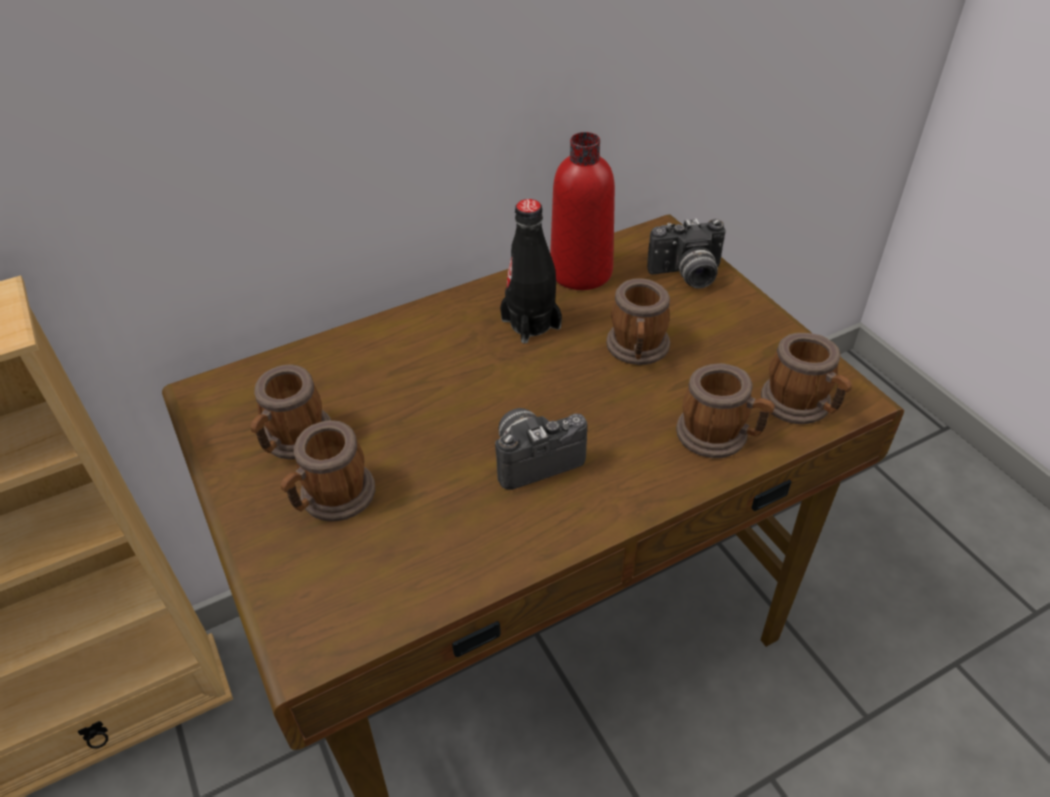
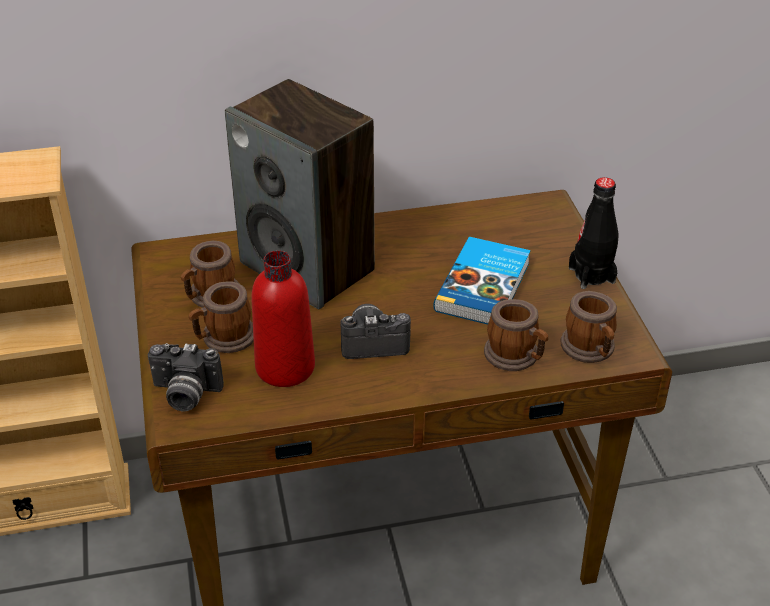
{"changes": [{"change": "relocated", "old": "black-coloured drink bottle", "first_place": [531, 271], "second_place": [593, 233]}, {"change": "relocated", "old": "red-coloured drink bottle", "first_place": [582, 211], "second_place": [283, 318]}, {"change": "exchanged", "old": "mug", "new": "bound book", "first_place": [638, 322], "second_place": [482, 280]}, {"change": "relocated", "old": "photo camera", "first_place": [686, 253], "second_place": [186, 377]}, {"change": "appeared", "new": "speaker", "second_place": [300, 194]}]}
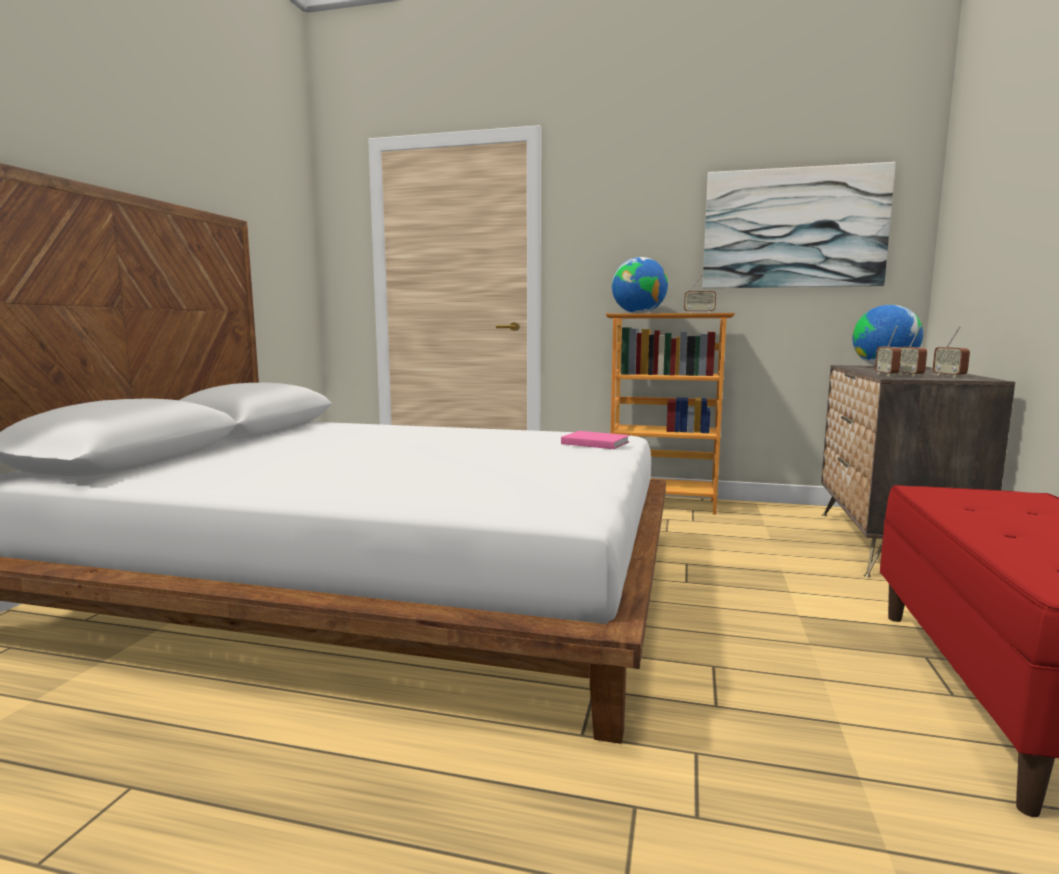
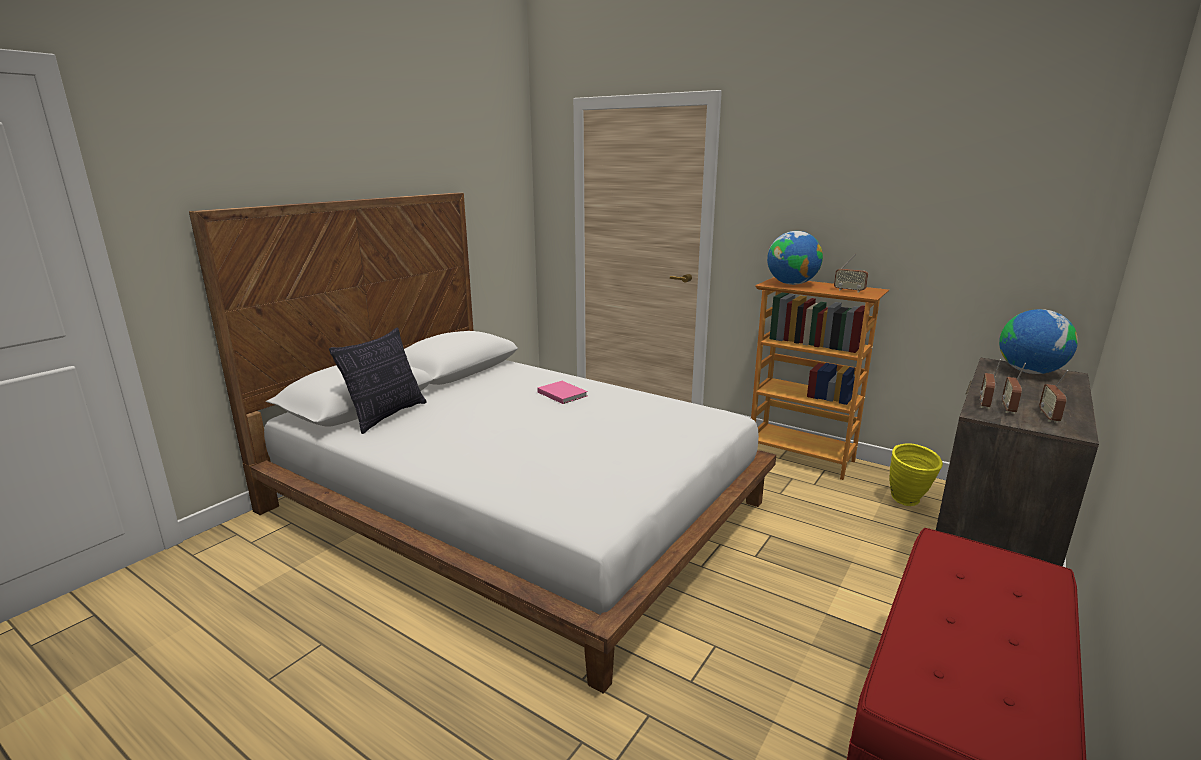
{"changes": [{"change": "relocated", "old": "pinkish bound book", "first_place": [595, 440], "second_place": [562, 392]}, {"change": "missing", "old": "wall art", "first_place": [799, 225]}, {"change": "appeared", "new": "throw pillow", "second_place": [377, 381]}, {"change": "appeared", "new": "yellow-coloured decorative vase", "second_place": [916, 475]}]}
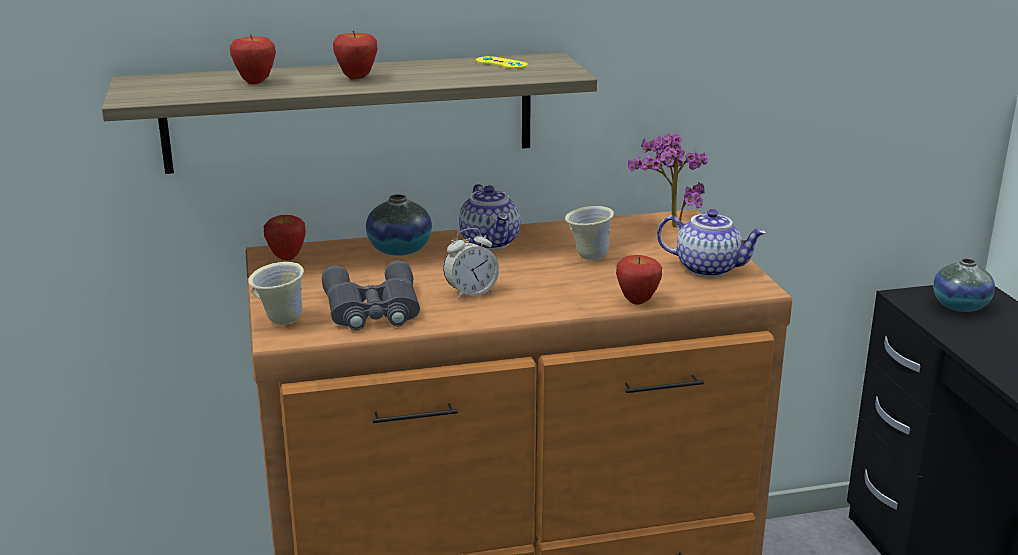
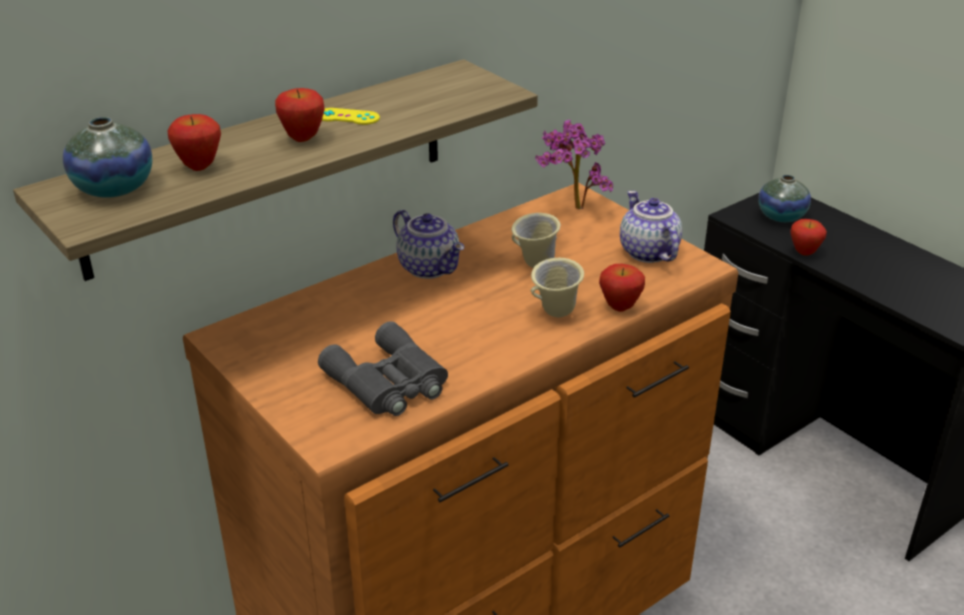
{"changes": [{"change": "relocated", "old": "beige mug", "first_place": [276, 293], "second_place": [557, 287]}, {"change": "relocated", "old": "apple fruit", "first_place": [285, 237], "second_place": [808, 237]}, {"change": "relocated", "old": "decorative vase", "first_place": [399, 225], "second_place": [108, 157]}, {"change": "missing", "old": "alarm clock", "first_place": [471, 263]}, {"change": "relocated", "old": "yellow-coloured game controller", "first_place": [502, 62], "second_place": [351, 116]}, {"change": "spun", "old": "pot for tea", "first_place": [711, 243], "second_place": [651, 227], "degrees": -105}]}
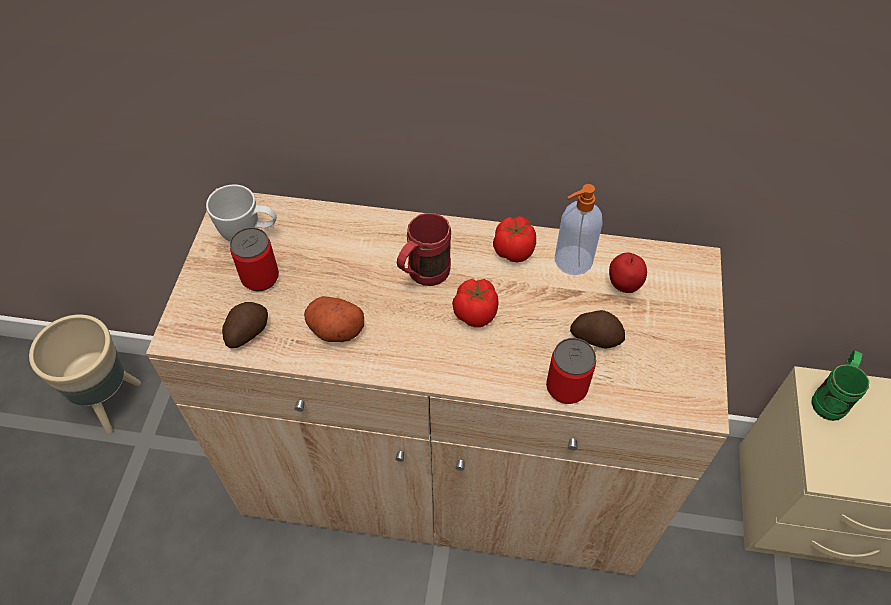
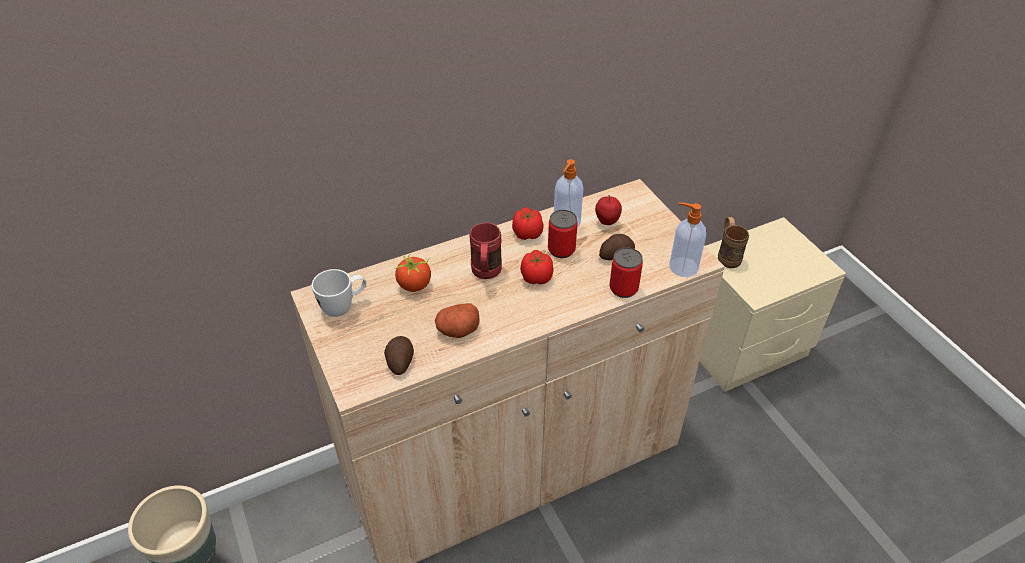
{"changes": [{"change": "relocated", "old": "sealed can", "first_place": [254, 259], "second_place": [563, 234]}, {"change": "colour", "old": "green mug", "new": "brown mug", "first_place": [840, 385], "second_place": [733, 242]}, {"change": "appeared", "new": "whole tomato", "second_place": [413, 273]}, {"change": "appeared", "new": "soap bottle", "second_place": [687, 239]}]}
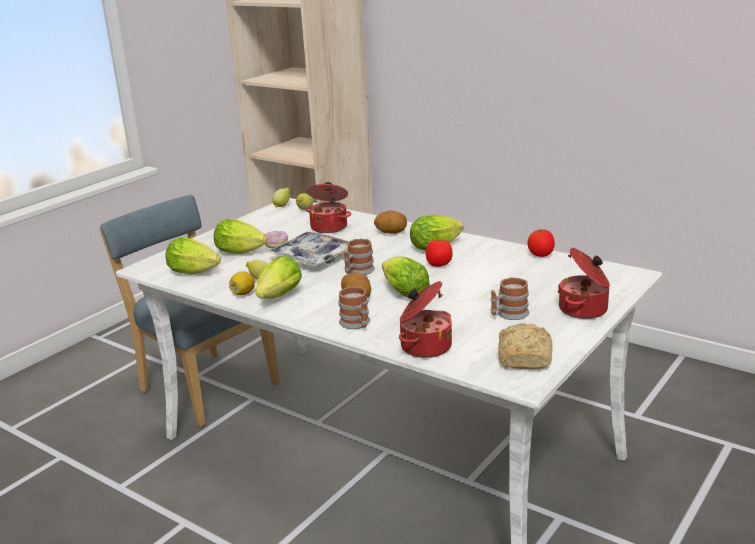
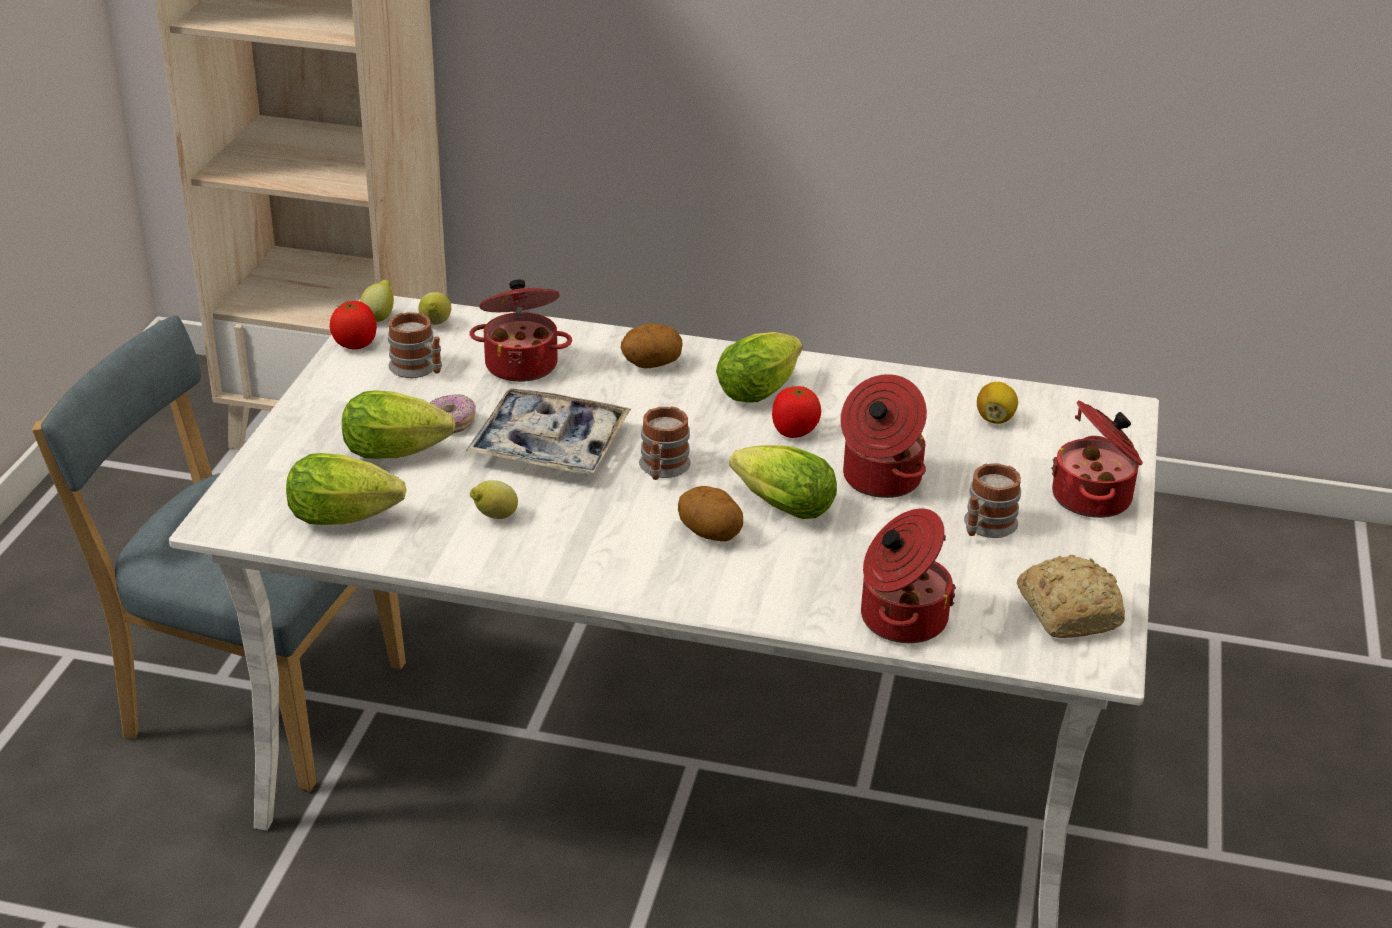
{"changes": [{"change": "relocated", "old": "lemon", "first_place": [242, 283], "second_place": [997, 403]}, {"change": "missing", "old": "head of lettuce", "first_place": [279, 277]}, {"change": "relocated", "old": "mug", "first_place": [354, 307], "second_place": [415, 345]}, {"change": "relocated", "old": "whole tomato", "first_place": [541, 243], "second_place": [353, 324]}, {"change": "appeared", "new": "cooking pot", "second_place": [883, 436]}]}
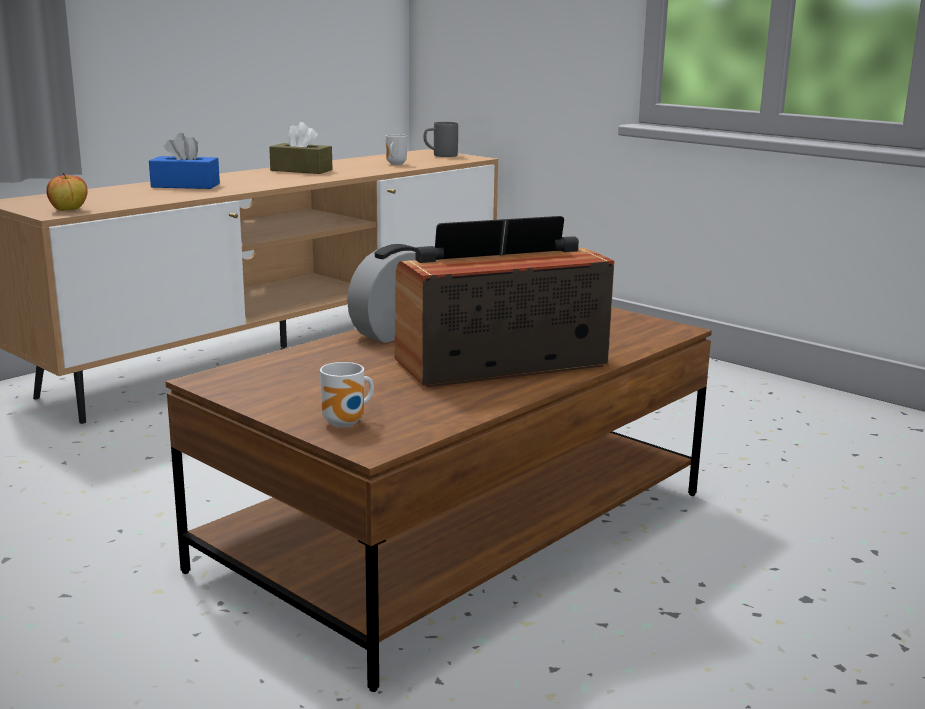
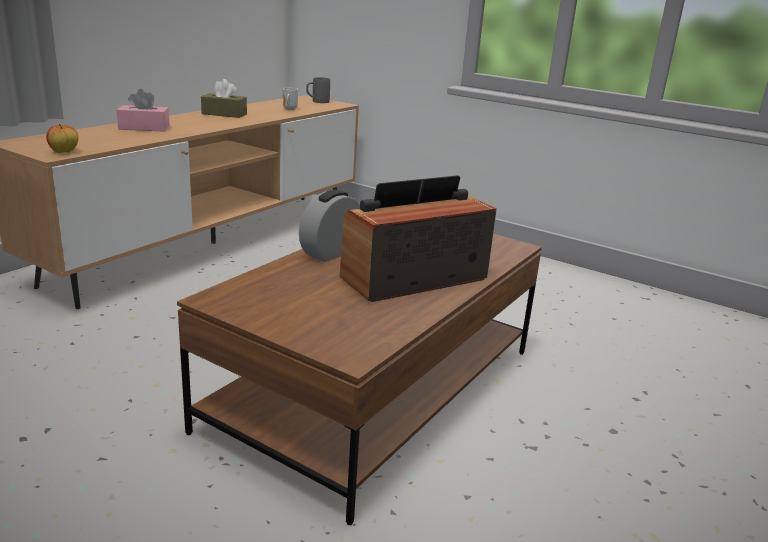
{"changes": [{"change": "colour", "old": "bluish tissue holder", "new": "pinkish tissue holder", "first_place": [184, 161], "second_place": [143, 110]}, {"change": "missing", "old": "mug", "first_place": [347, 395]}]}
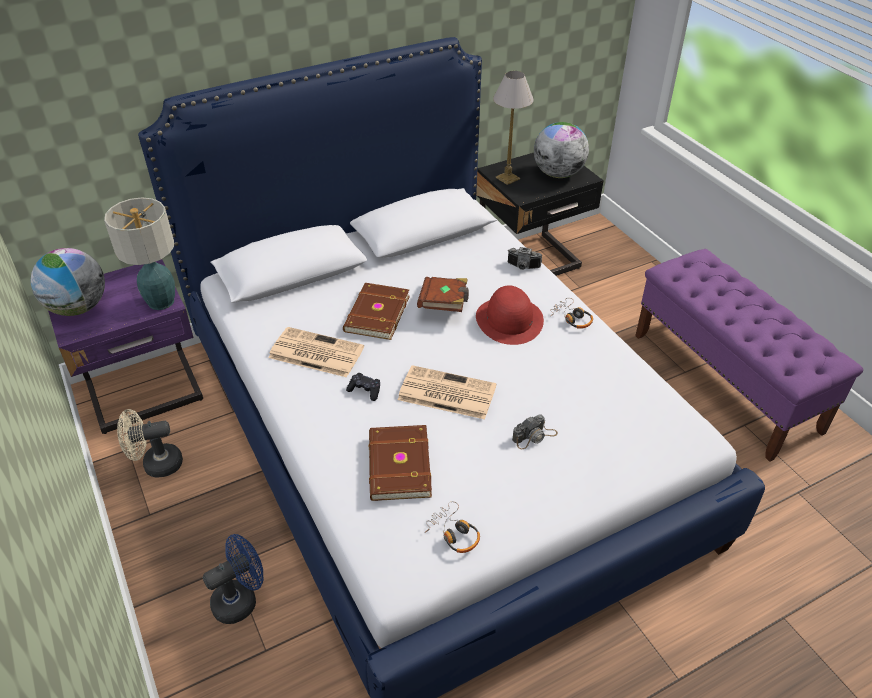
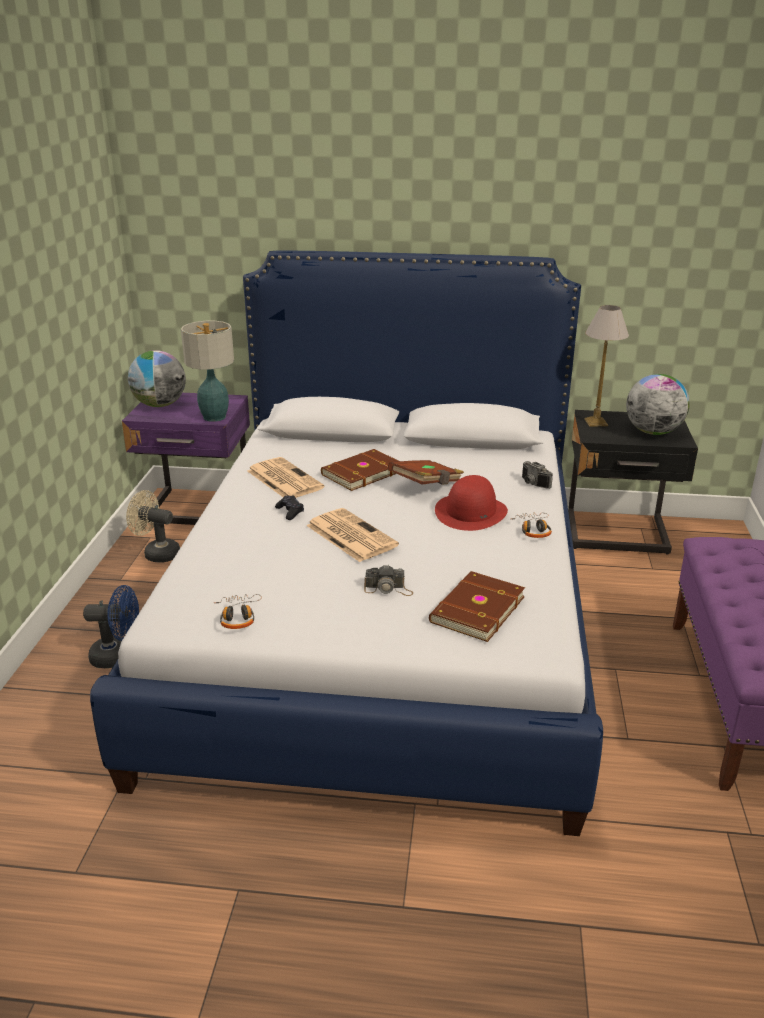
{"changes": [{"change": "relocated", "old": "brown bound book", "first_place": [400, 463], "second_place": [477, 606]}]}
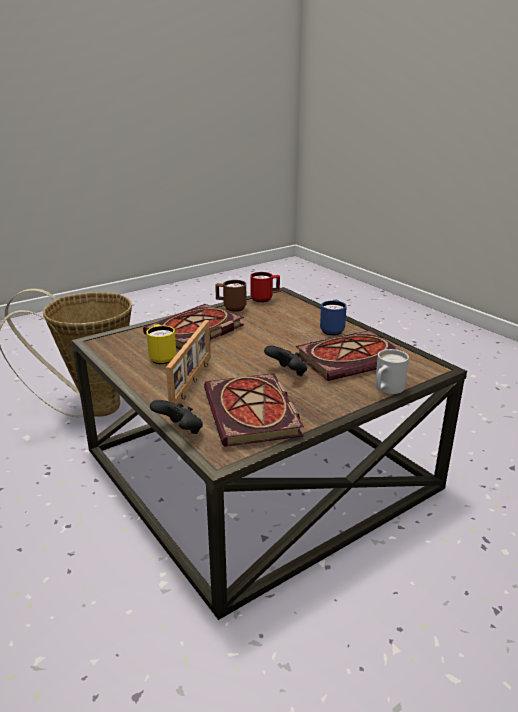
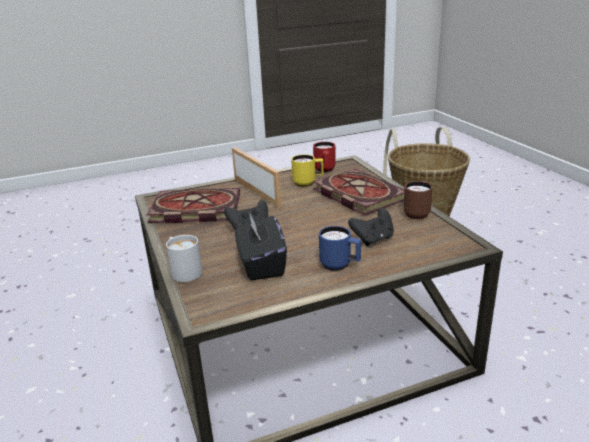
{"changes": [{"change": "relocated", "old": "black-coloured game controller", "first_place": [176, 417], "second_place": [371, 227]}, {"change": "spun", "old": "photo frame", "first_place": [188, 362], "second_place": [256, 177], "degrees": -150}, {"change": "relocated", "old": "red-coloured mug", "first_place": [265, 287], "second_place": [324, 157]}, {"change": "exchanged", "old": "bound book", "new": "black-coloured tissue holder", "first_place": [348, 355], "second_place": [261, 246]}]}
